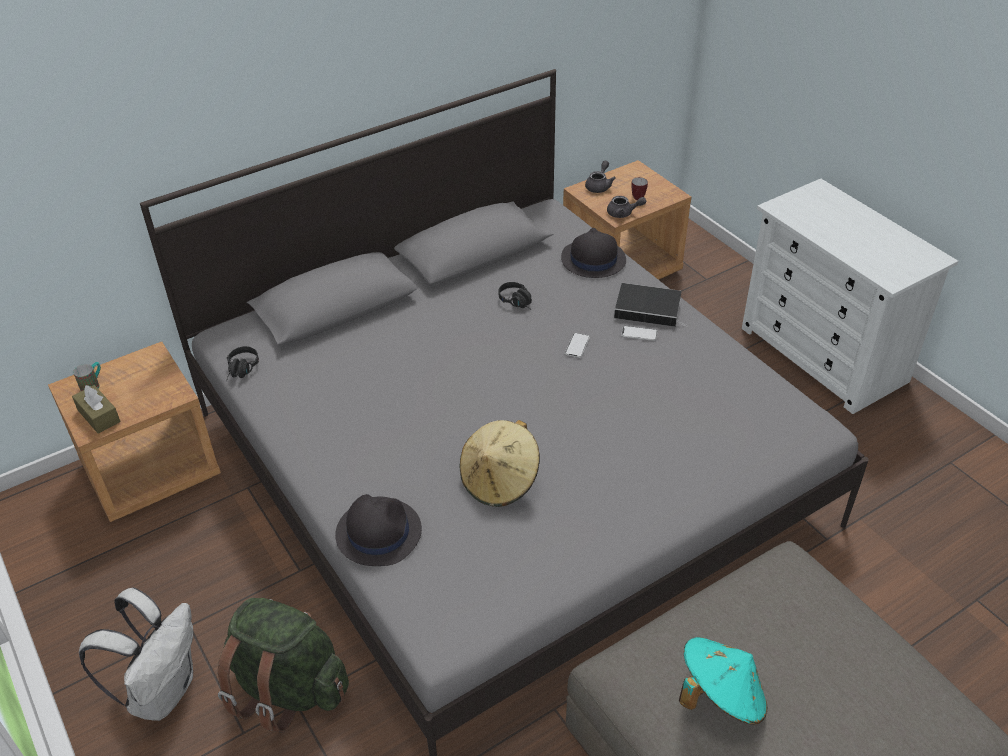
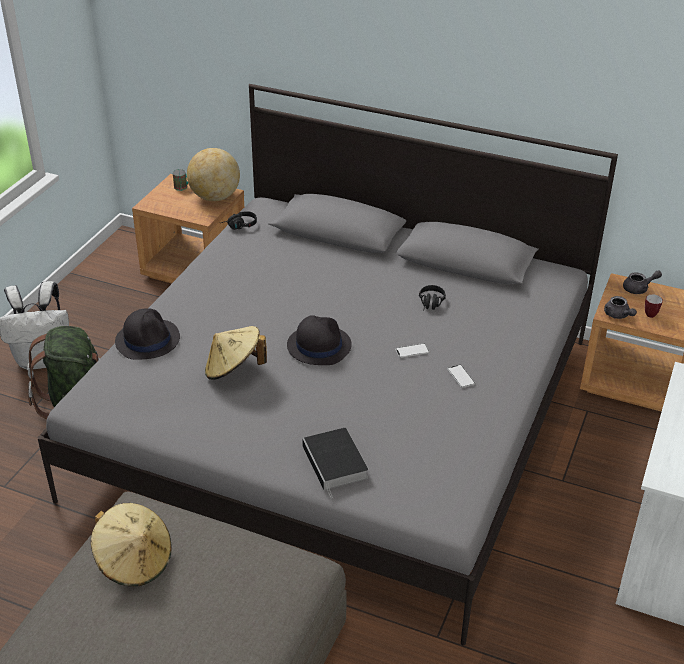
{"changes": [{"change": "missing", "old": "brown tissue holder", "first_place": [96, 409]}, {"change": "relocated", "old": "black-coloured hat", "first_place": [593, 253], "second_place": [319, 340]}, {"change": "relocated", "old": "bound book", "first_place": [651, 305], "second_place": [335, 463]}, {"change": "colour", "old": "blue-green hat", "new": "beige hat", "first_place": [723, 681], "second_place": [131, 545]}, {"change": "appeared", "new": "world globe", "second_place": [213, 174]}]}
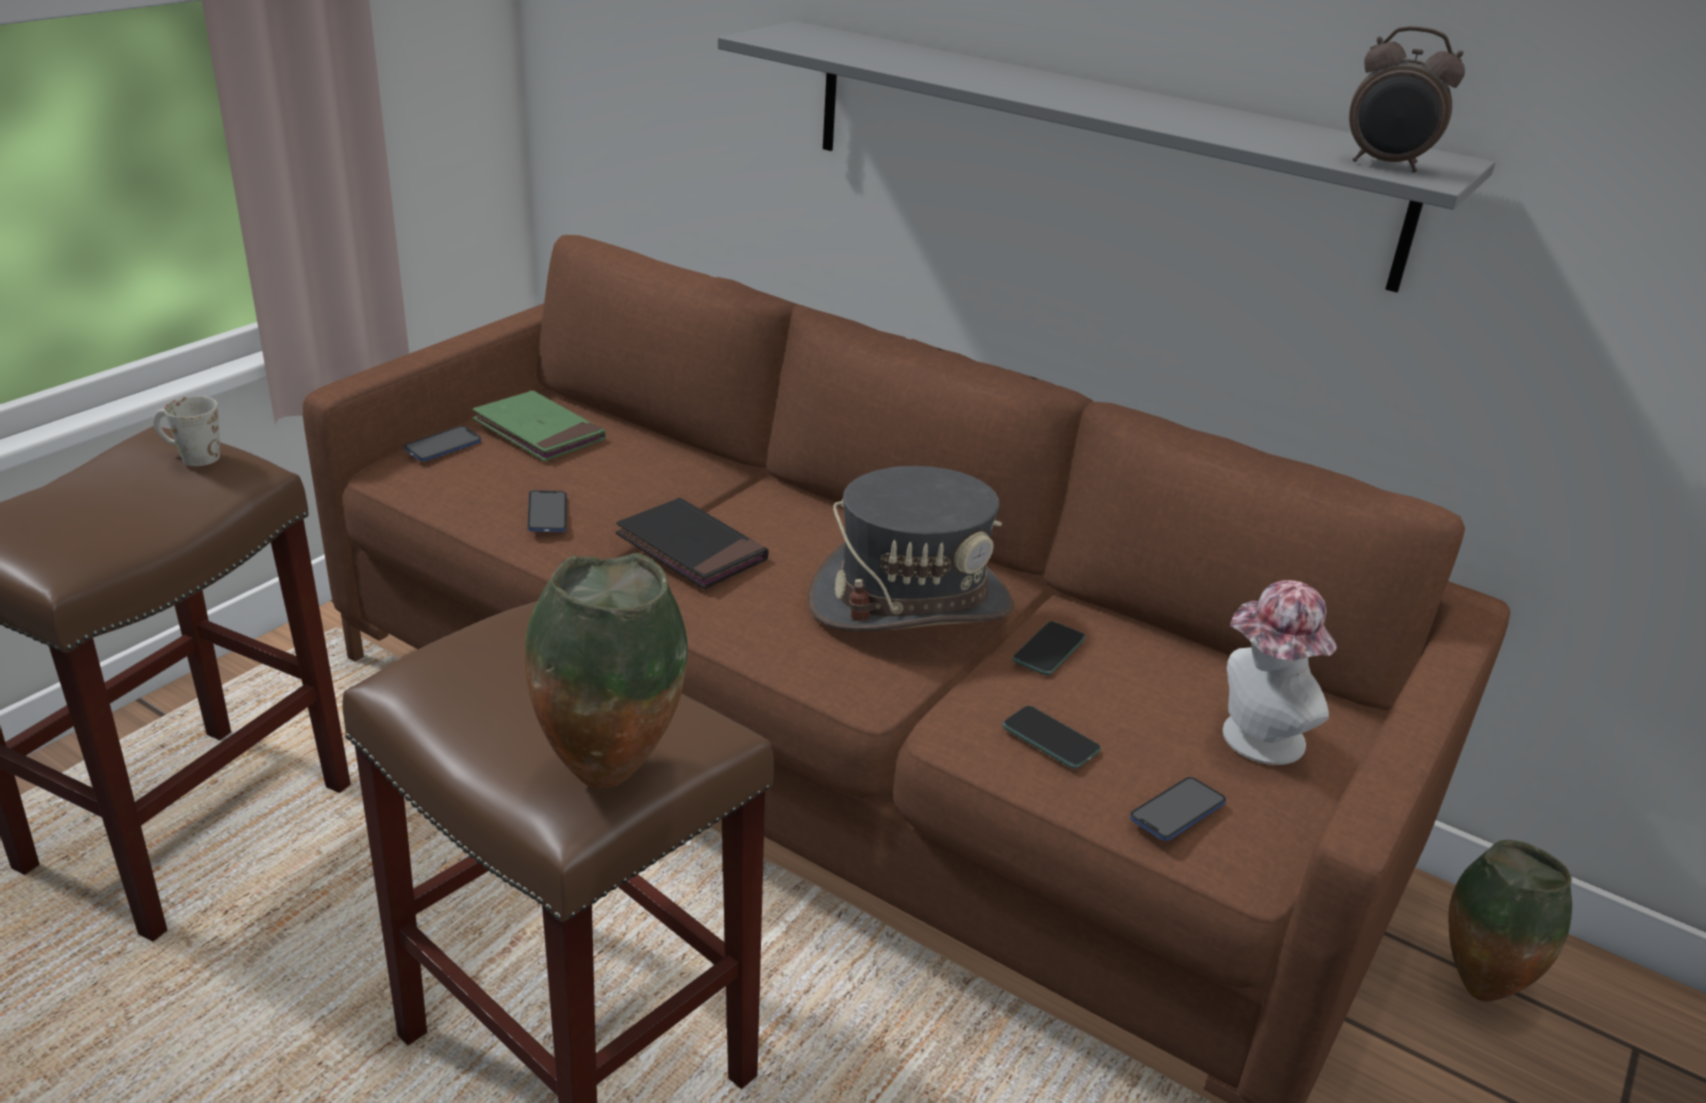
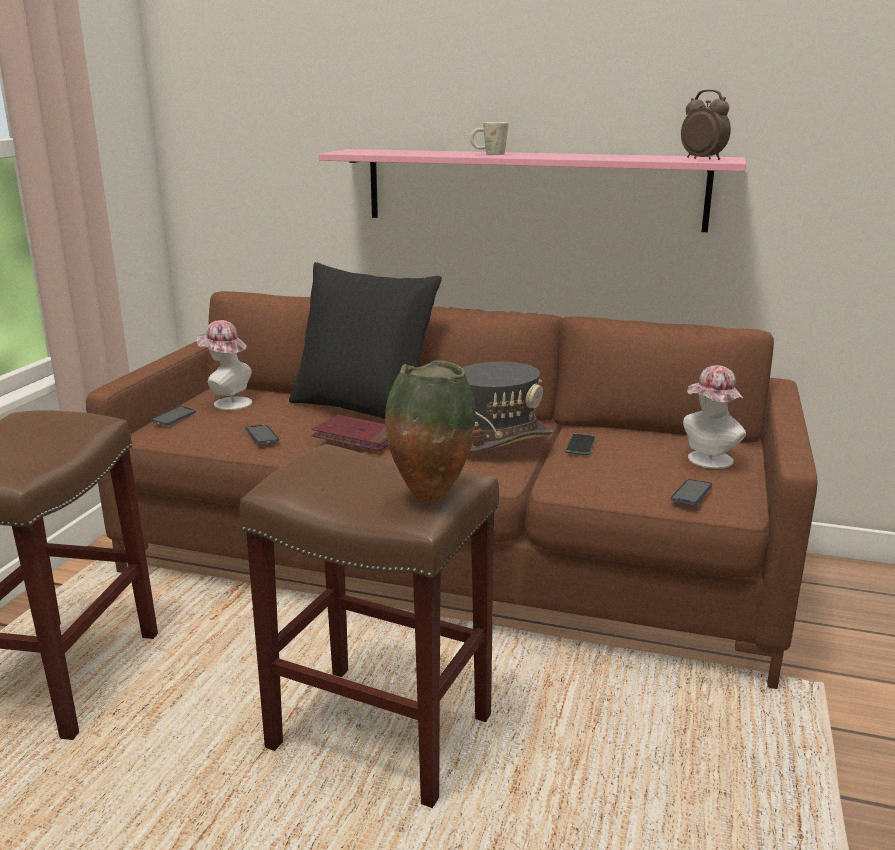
{"changes": [{"change": "relocated", "old": "whitish mug", "first_place": [186, 431], "second_place": [489, 138]}, {"change": "exchanged", "old": "green bound book", "new": "hat", "first_place": [539, 426], "second_place": [224, 365]}, {"change": "colour", "old": "black-coloured bound book", "new": "red-coloured bound book", "first_place": [692, 543], "second_place": [350, 433]}, {"change": "colour", "old": "grey wall shelf", "new": "pinkish wall shelf", "first_place": [1106, 156], "second_place": [532, 190]}, {"change": "missing", "old": "telephone", "first_place": [1052, 737]}, {"change": "spun", "old": "alarm clock", "first_place": [1407, 99], "second_place": [706, 125], "degrees": -135}, {"change": "missing", "old": "decorative vase", "first_place": [1510, 921]}, {"change": "appeared", "new": "black-coloured throw pillow", "second_place": [365, 340]}]}
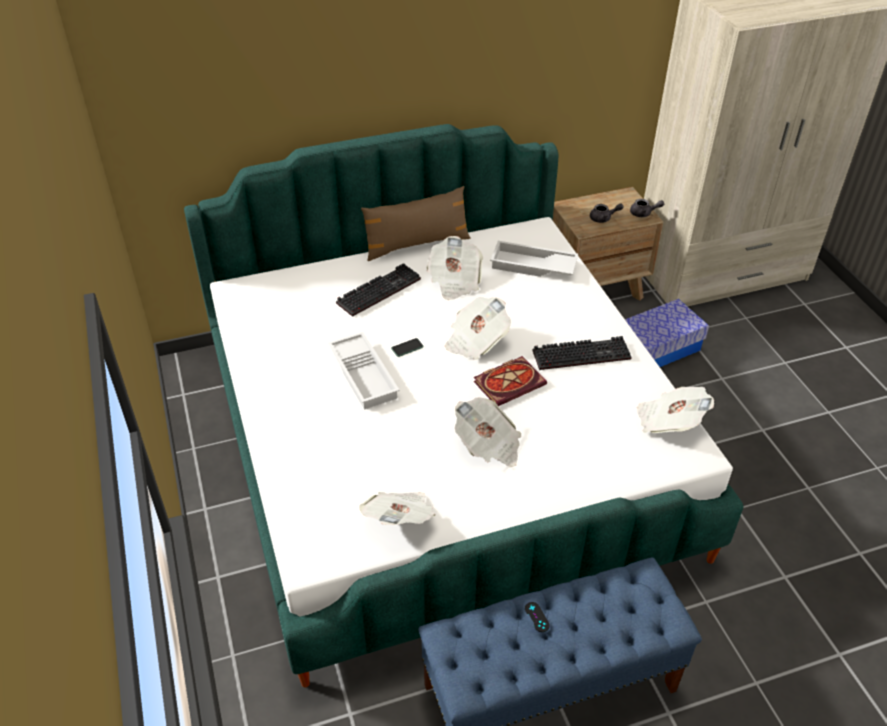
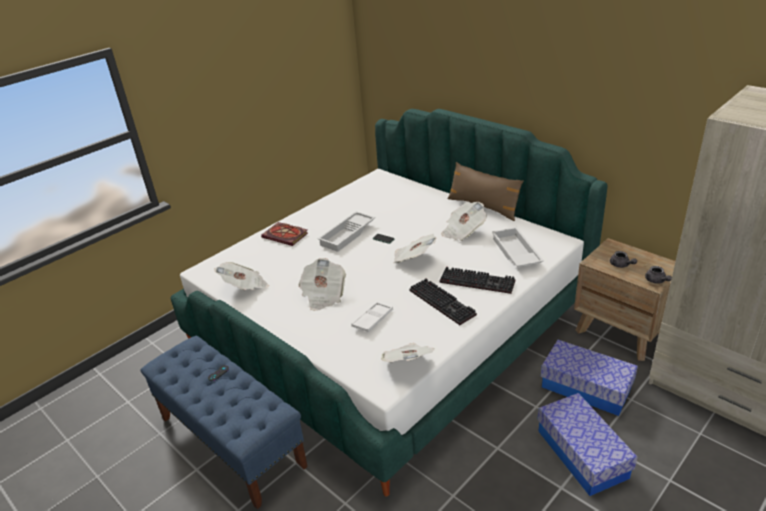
{"changes": [{"change": "relocated", "old": "PC keyboard", "first_place": [378, 290], "second_place": [477, 280]}, {"change": "relocated", "old": "bound book", "first_place": [510, 381], "second_place": [284, 234]}, {"change": "appeared", "new": "whitish carrying tray", "second_place": [372, 317]}, {"change": "appeared", "new": "storage container", "second_place": [587, 444]}]}
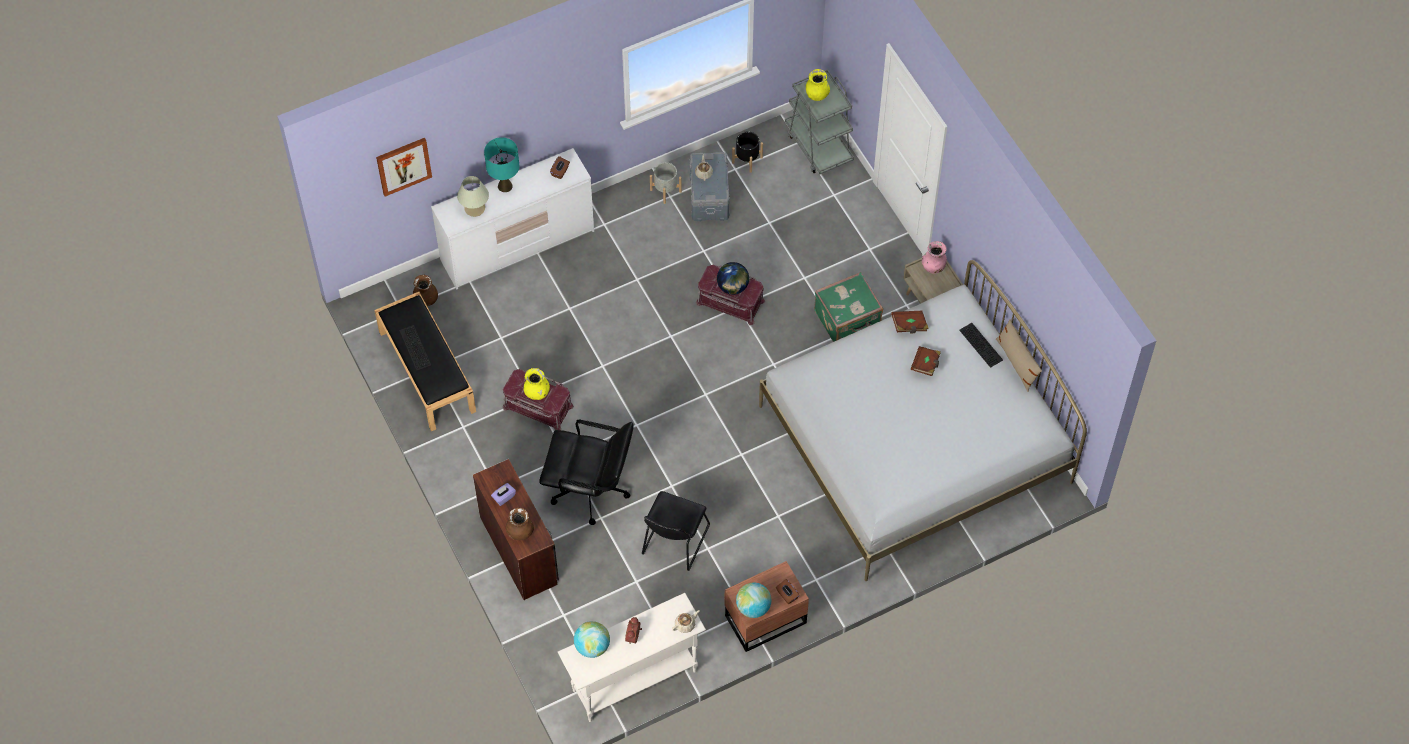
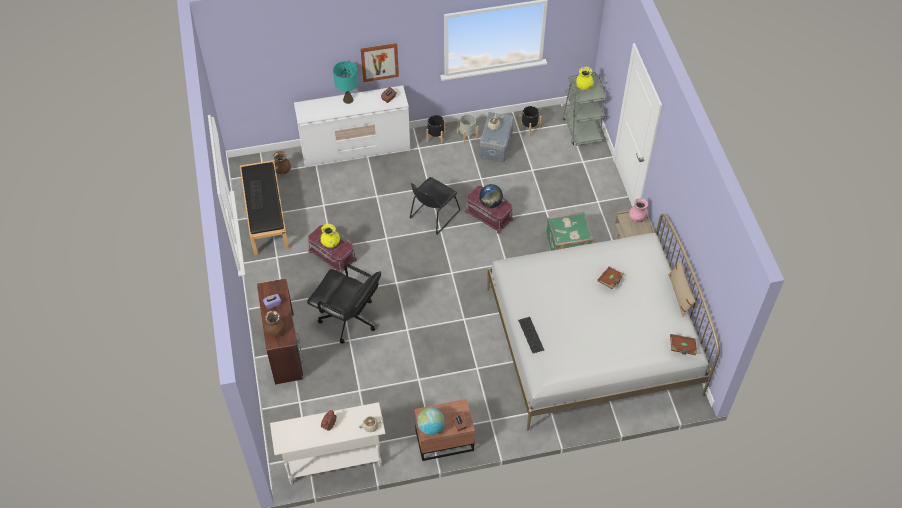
{"changes": [{"change": "relocated", "old": "wall art", "first_place": [404, 167], "second_place": [379, 62]}, {"change": "missing", "old": "beige tabletop lamp", "first_place": [473, 196]}, {"change": "missing", "old": "world globe", "first_place": [592, 639]}, {"change": "relocated", "old": "black-coloured plain chair", "first_place": [676, 531], "second_place": [434, 206]}, {"change": "relocated", "old": "brown bound book", "first_place": [910, 322], "second_place": [684, 344]}, {"change": "relocated", "old": "PC keyboard", "first_place": [981, 345], "second_place": [531, 335]}, {"change": "appeared", "new": "black-coloured flower pot", "second_place": [435, 129]}]}
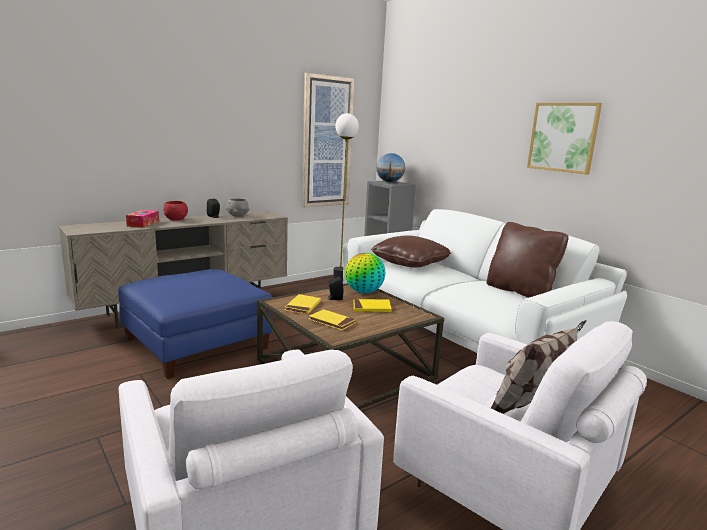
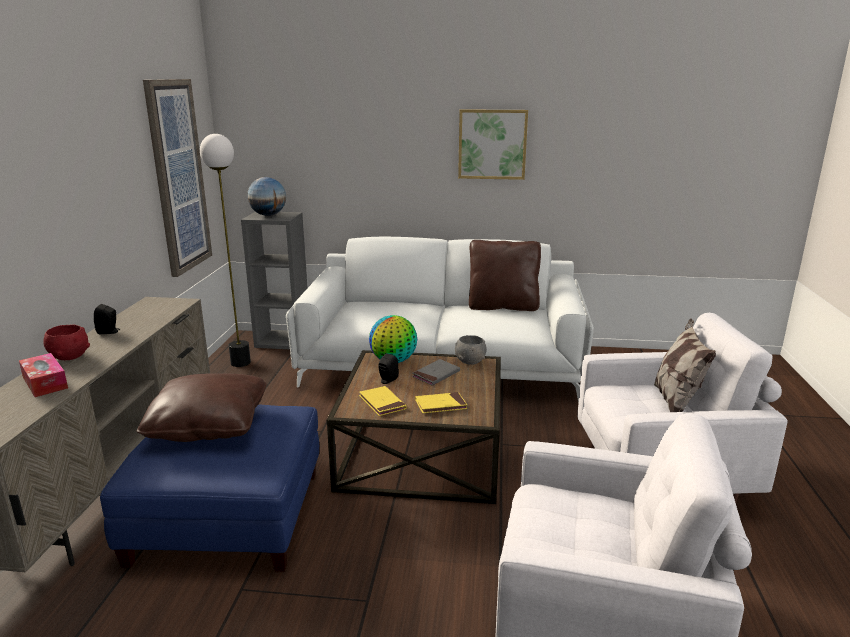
{"changes": [{"change": "relocated", "old": "grey bowl", "first_place": [238, 208], "second_place": [471, 350]}, {"change": "colour", "old": "yellow-coloured bound book", "new": "grey bound book", "first_place": [372, 305], "second_place": [436, 372]}, {"change": "relocated", "old": "brown throw pillow", "first_place": [411, 251], "second_place": [202, 407]}]}
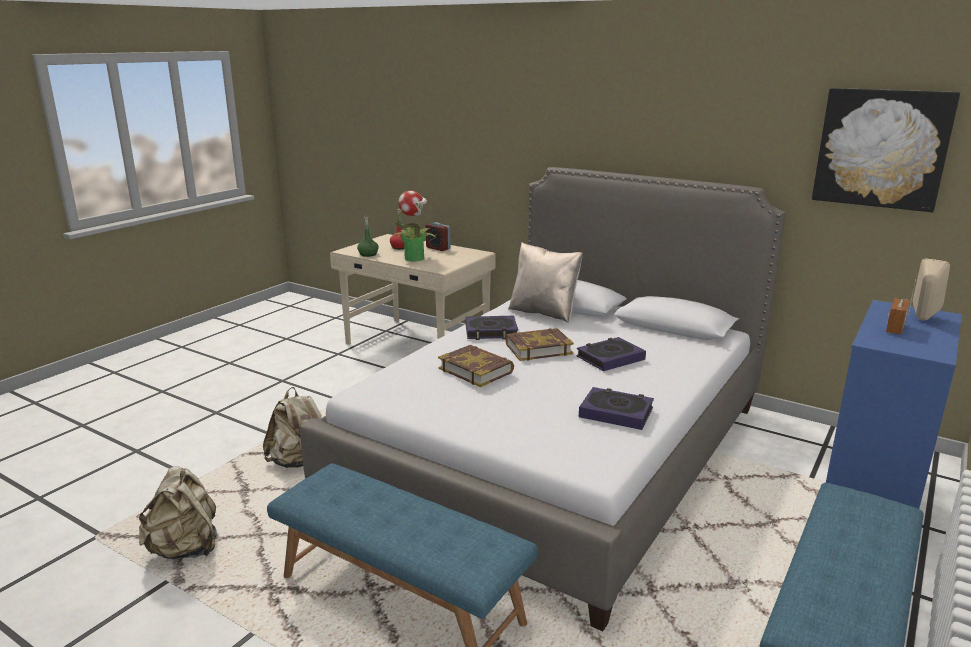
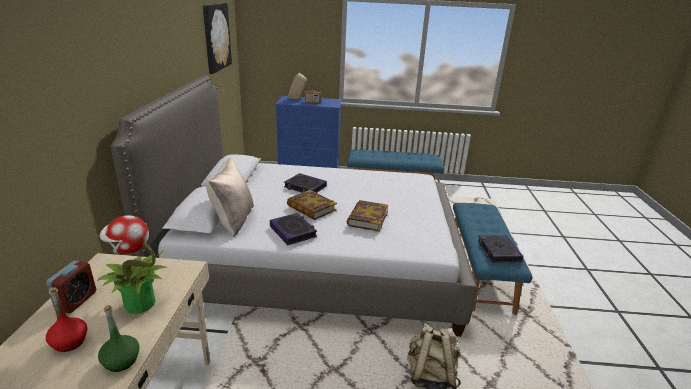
{"changes": [{"change": "missing", "old": "beige rucksack", "first_place": [176, 512]}, {"change": "relocated", "old": "bound book", "first_place": [616, 408], "second_place": [500, 249]}]}
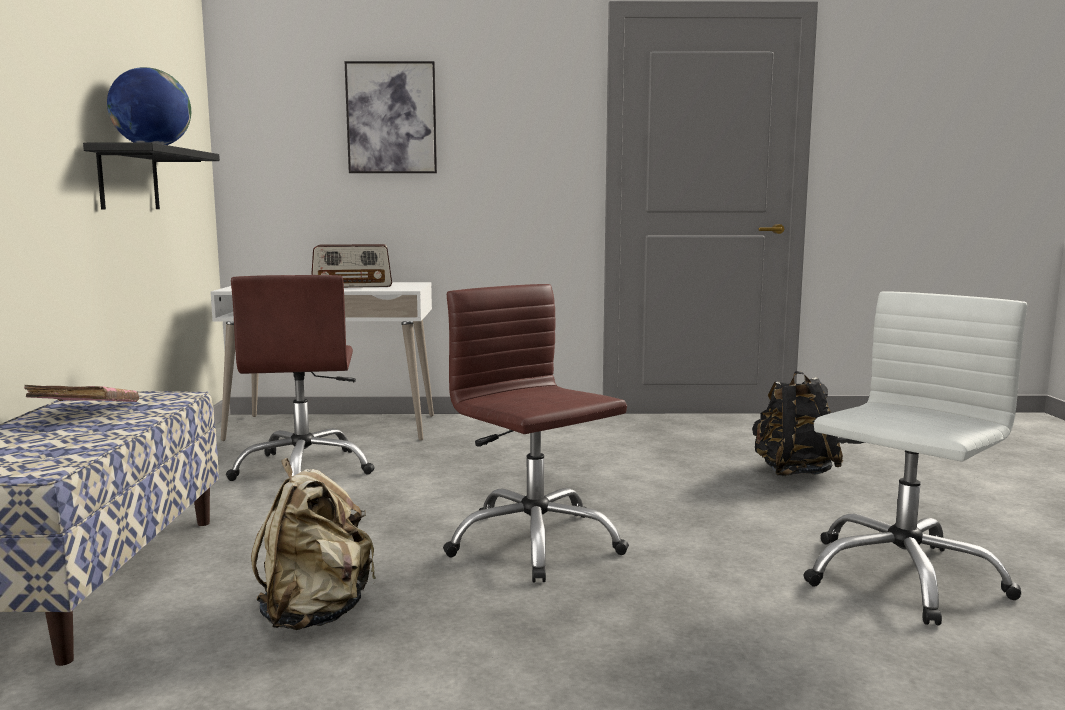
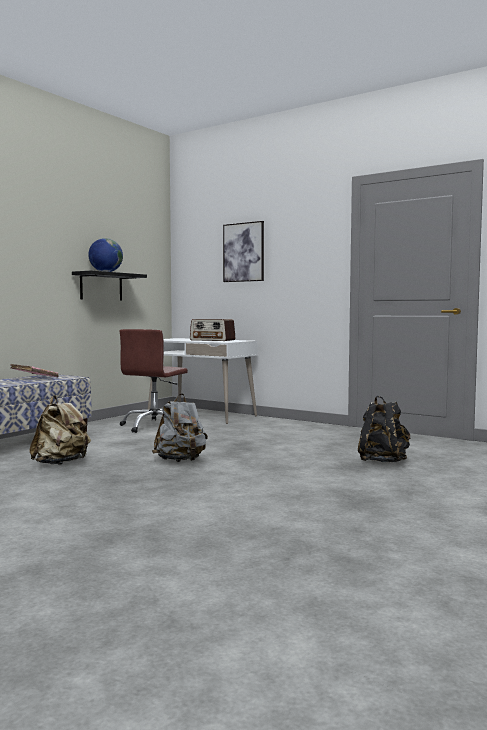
{"changes": [{"change": "exchanged", "old": "brown computer chair", "new": "grey rucksack", "first_place": [536, 433], "second_place": [180, 428]}, {"change": "missing", "old": "whitish computer chair", "first_place": [915, 458]}]}
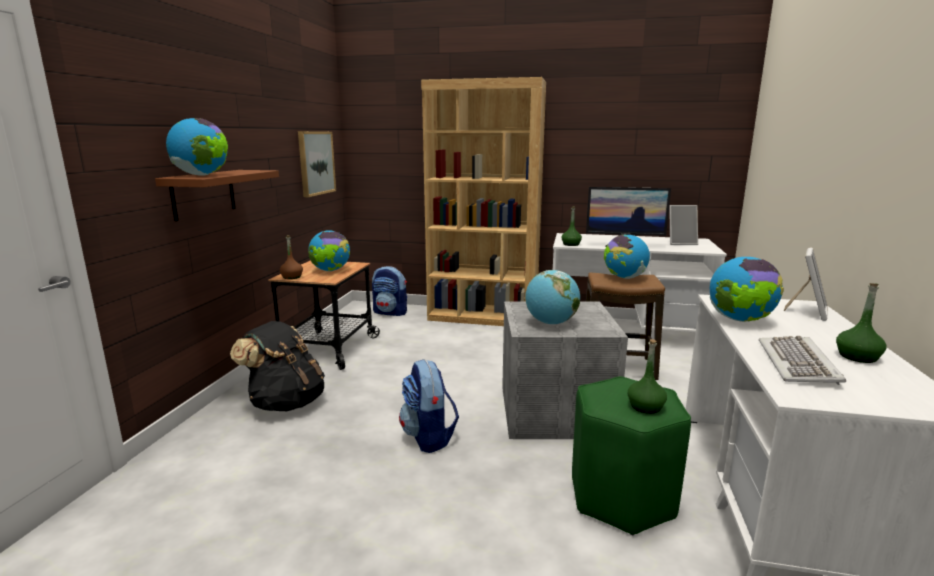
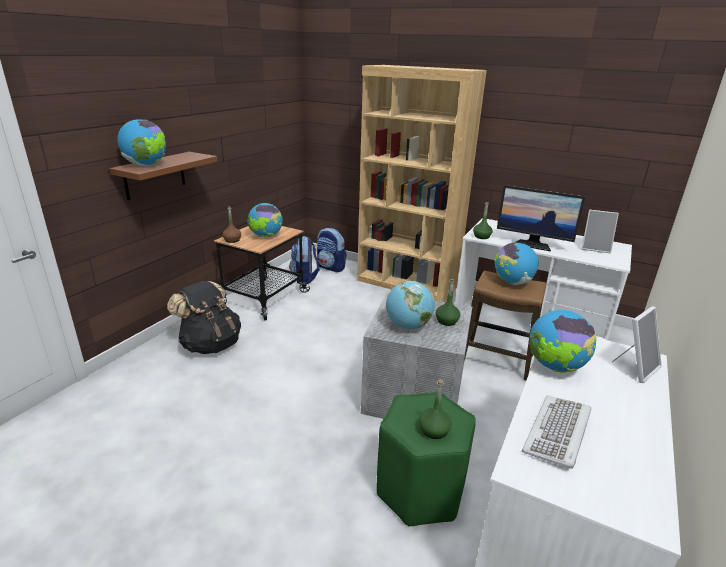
{"changes": [{"change": "missing", "old": "wall art", "first_place": [317, 164]}, {"change": "relocated", "old": "rucksack", "first_place": [429, 406], "second_place": [304, 260]}, {"change": "relocated", "old": "green drink bottle", "first_place": [861, 323], "second_place": [448, 302]}]}
